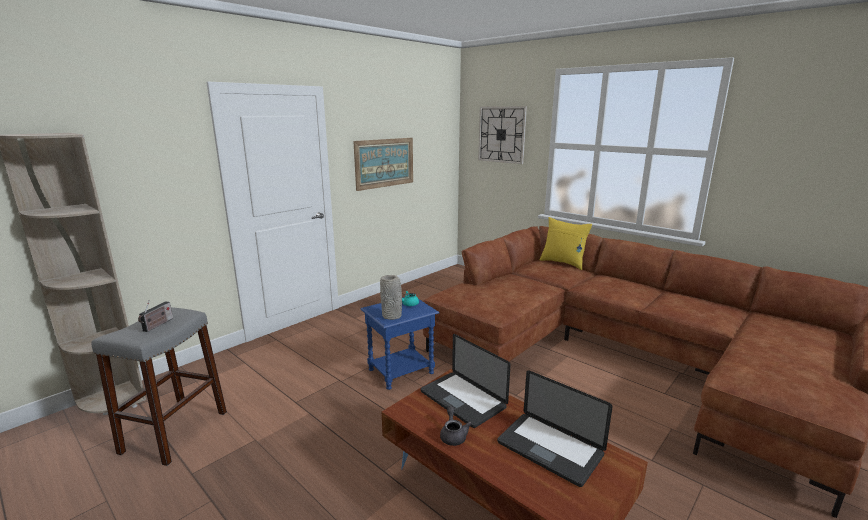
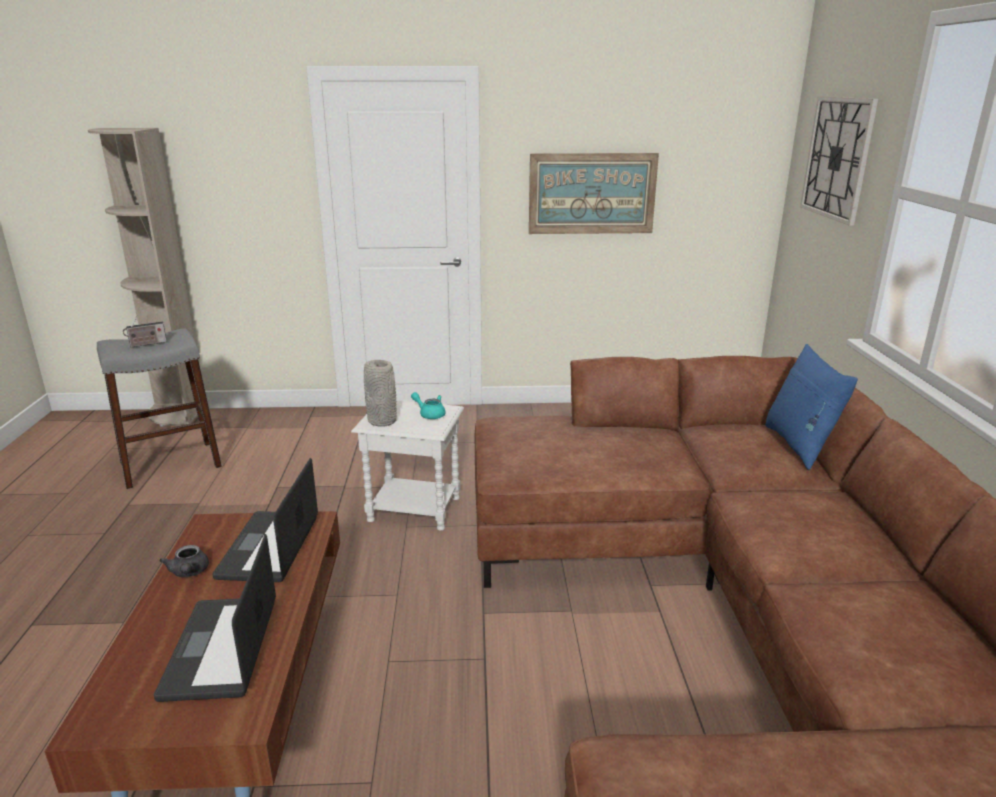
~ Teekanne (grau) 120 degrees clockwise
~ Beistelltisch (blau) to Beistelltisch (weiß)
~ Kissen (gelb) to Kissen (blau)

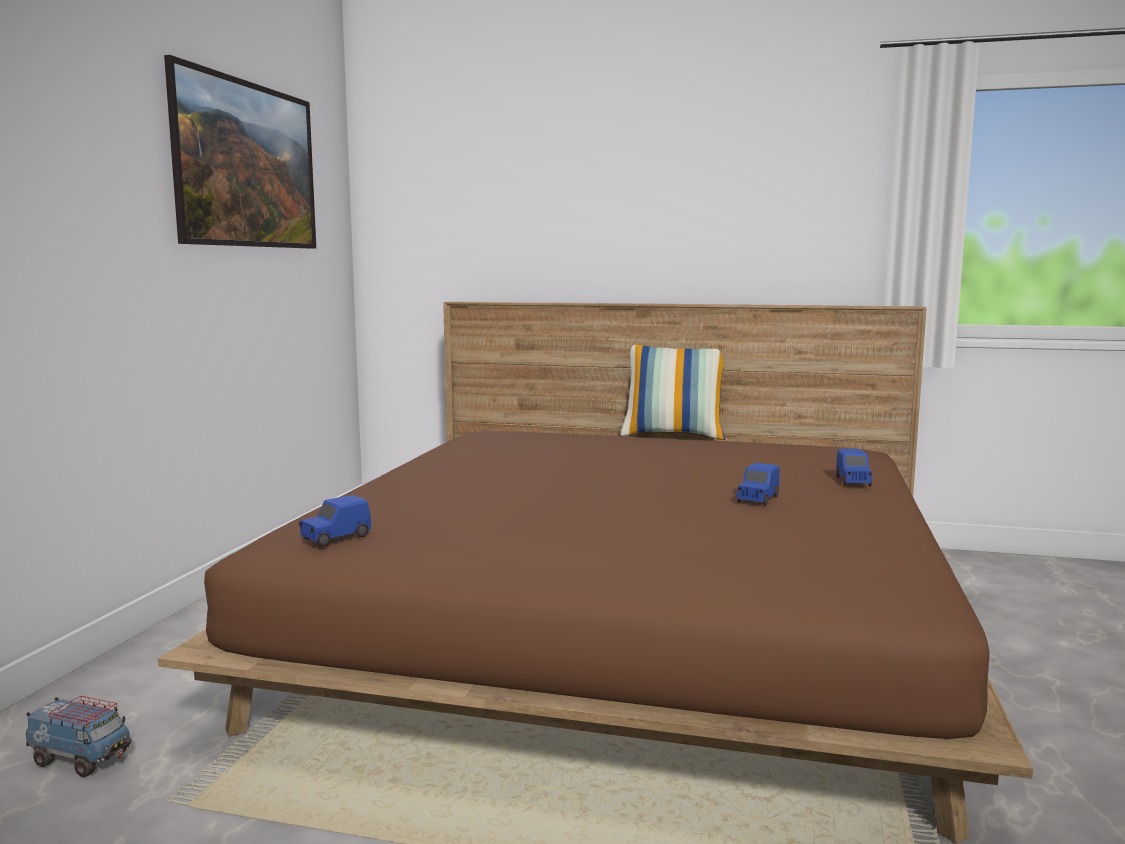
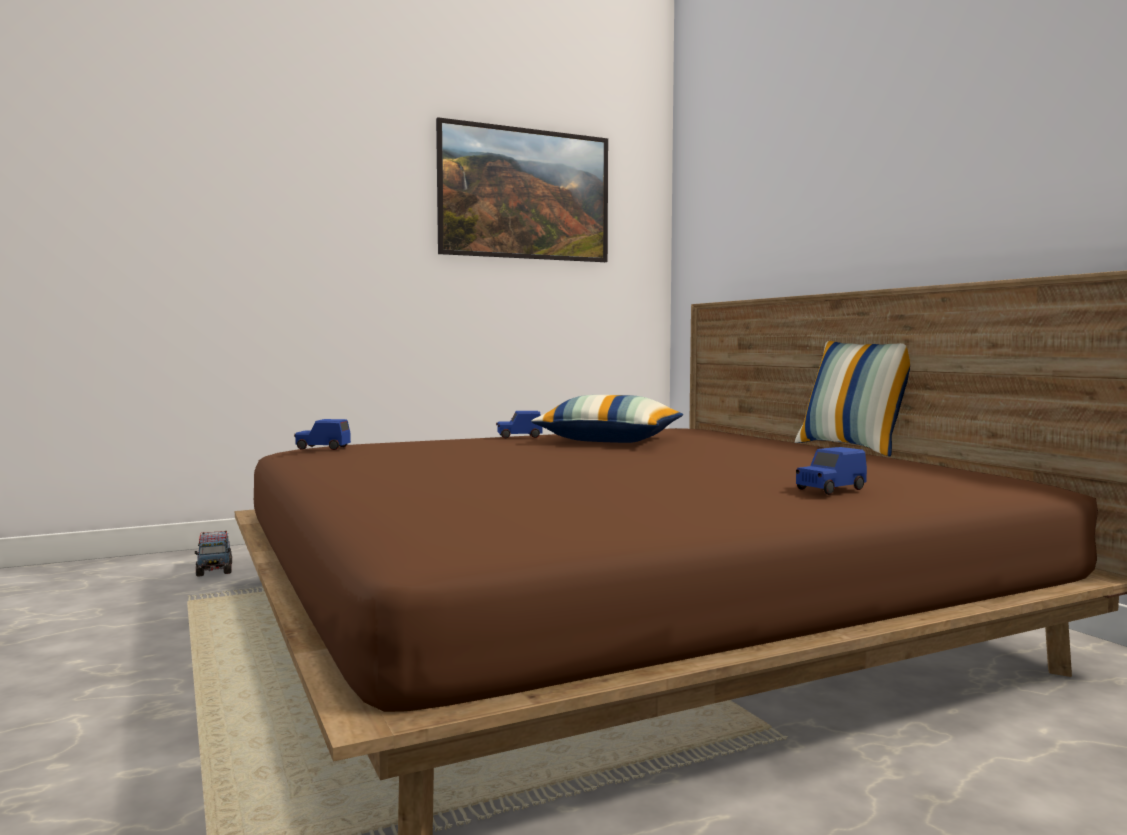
~ Spielzeugauto (blau) (2nd from left)
+ Kissen (1st from left)

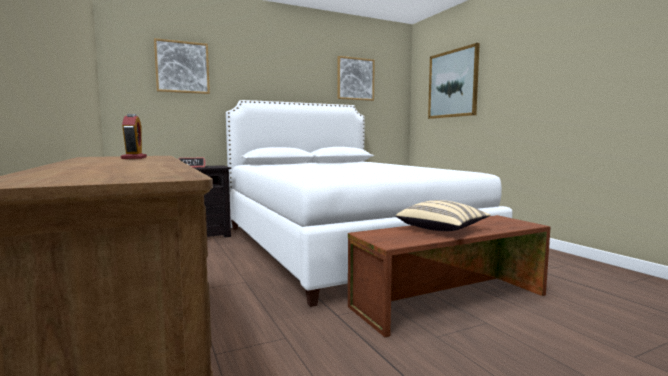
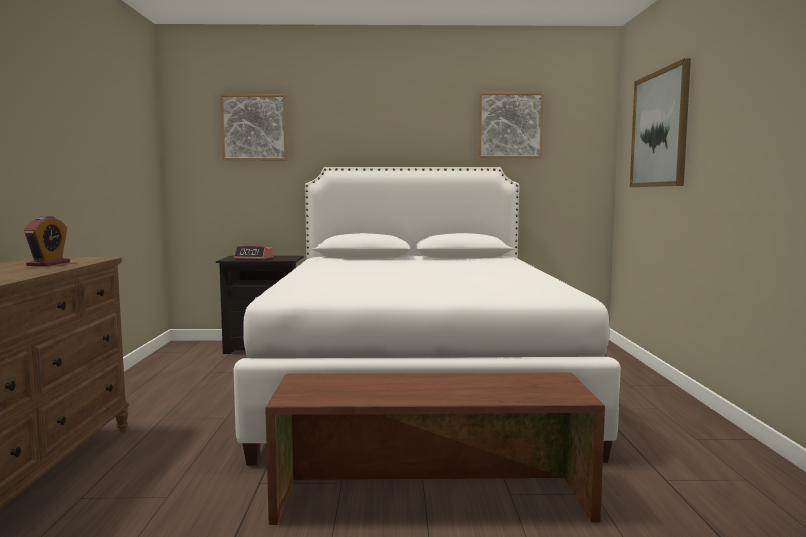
- Kissen (beige)

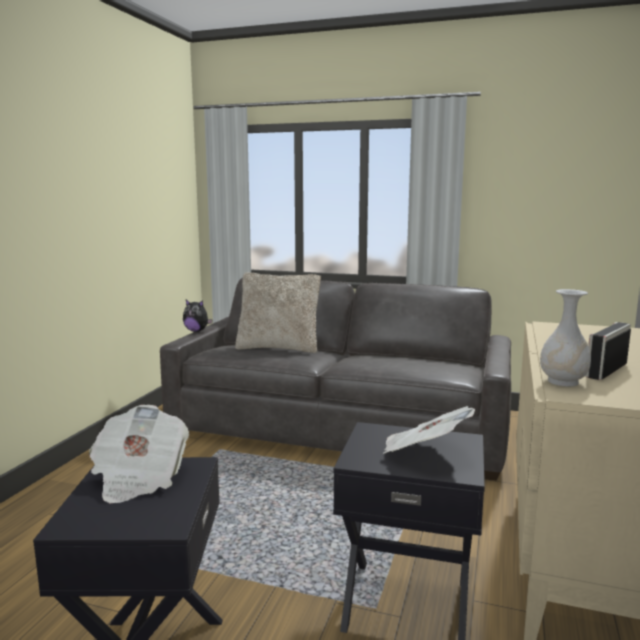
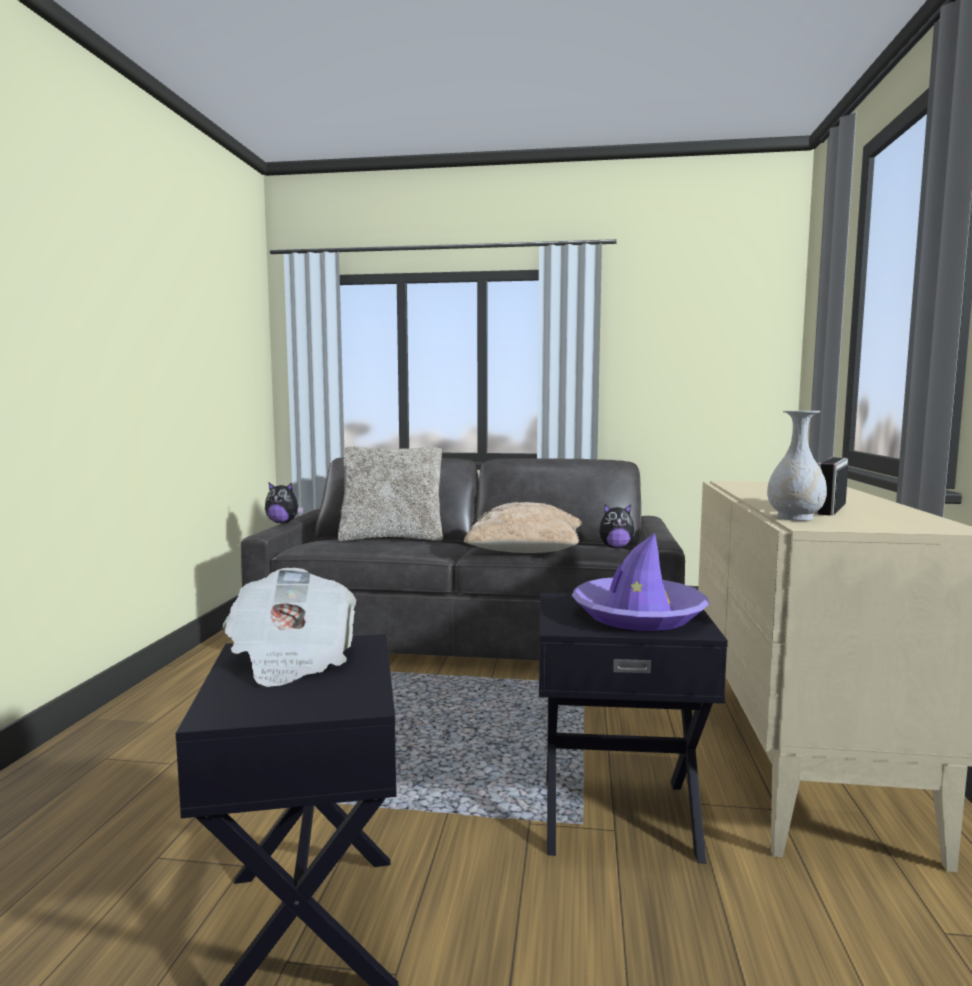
+ Kissen (beige) (2nd from left)
~ Zeitung (2nd from left) to Hut (lila)
+ Plüschtier (2nd from left)

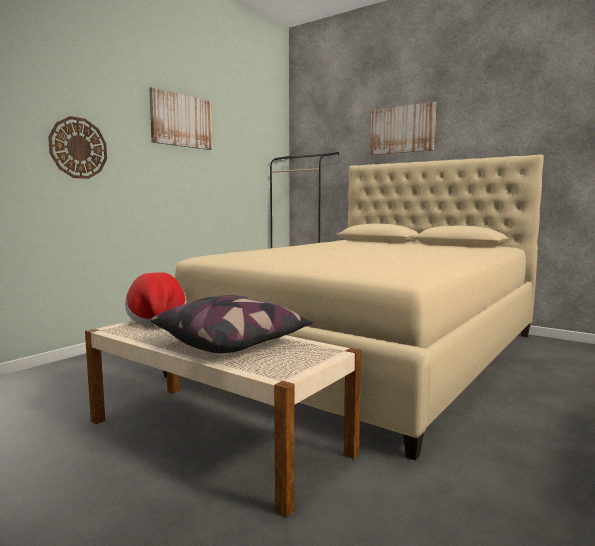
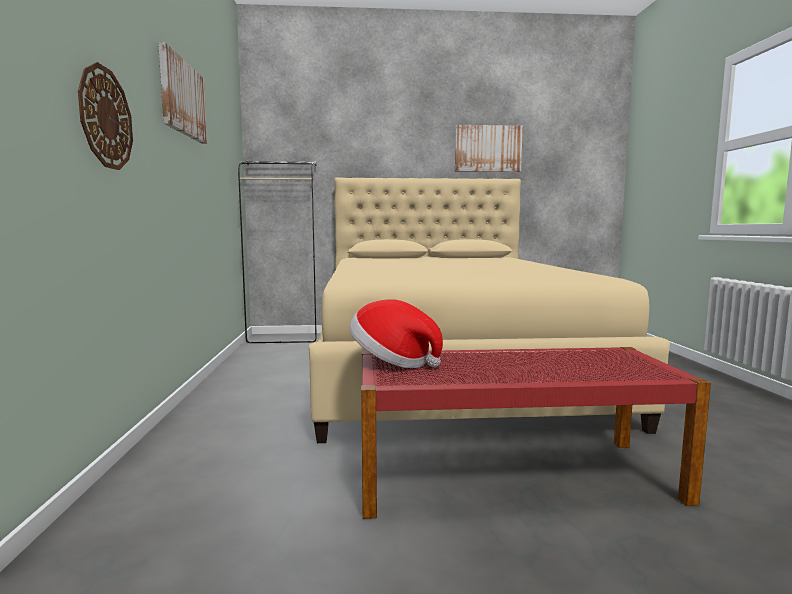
~ Bank (beige) to Bank (rot)
~ Bild (2nd from left)
- Kissen

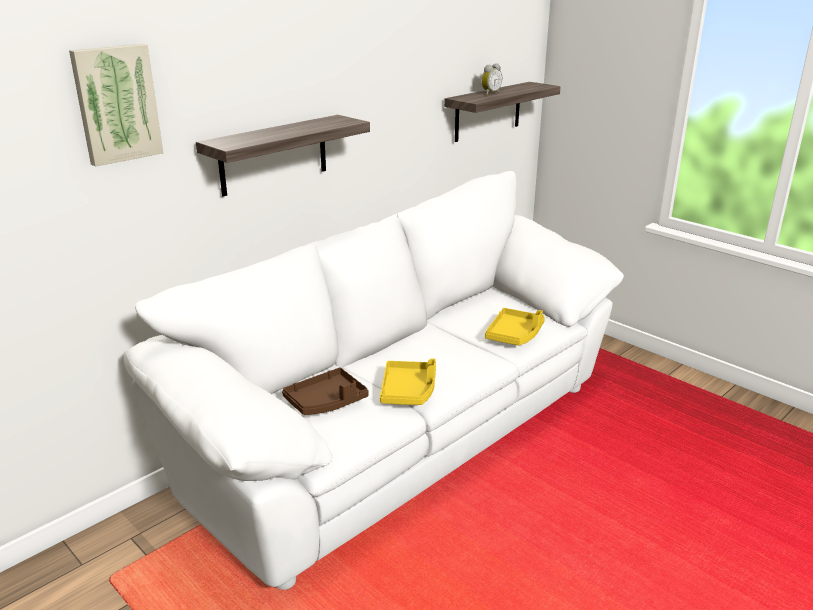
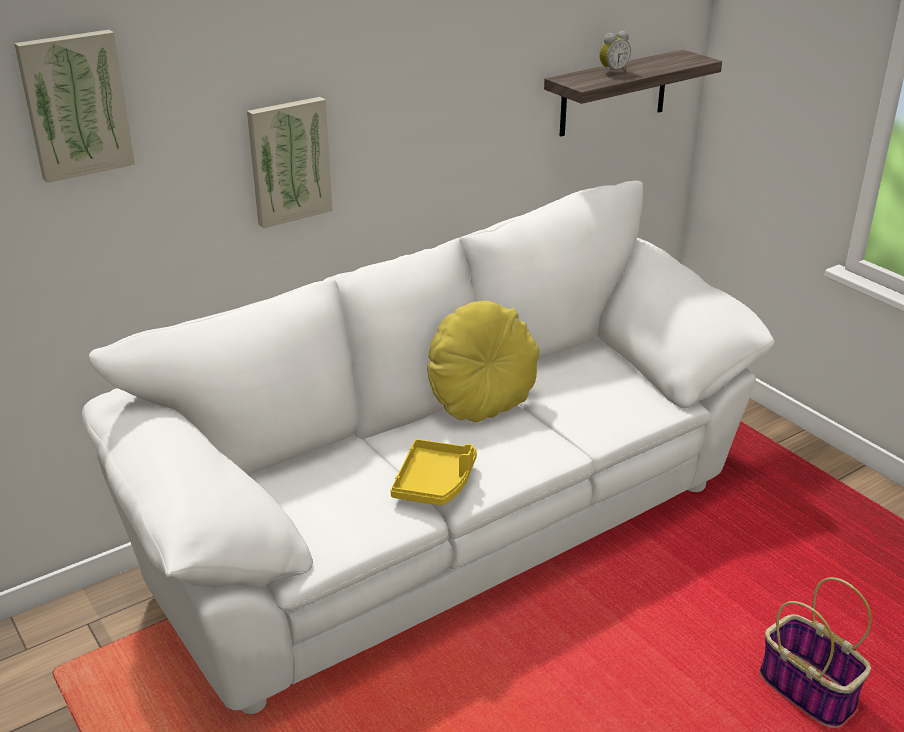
~ Wandregal (1st from left) to Bild (2nd from left)
+ Kissen (gelb)
+ Korb
- Tablett (braun)
- Tablett (gelb) (2nd from left)

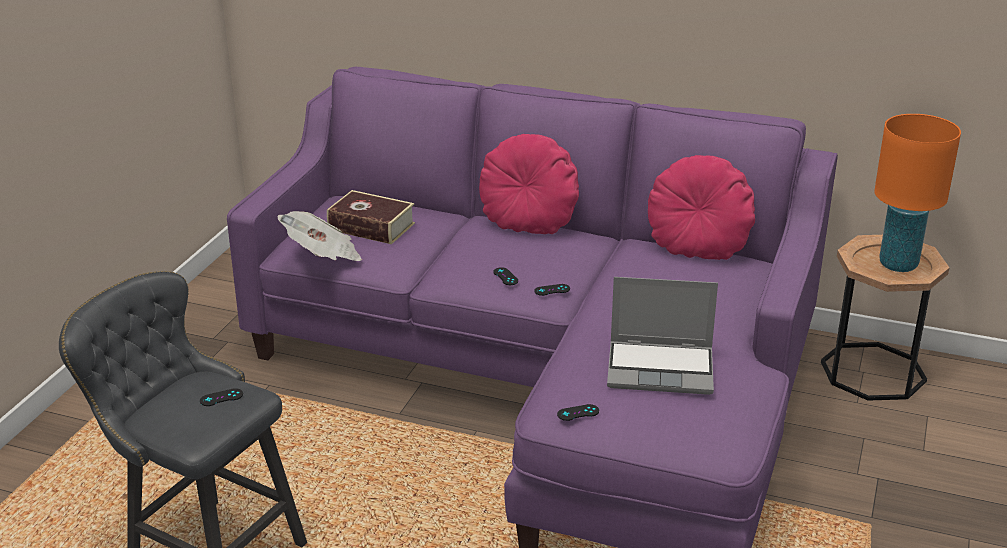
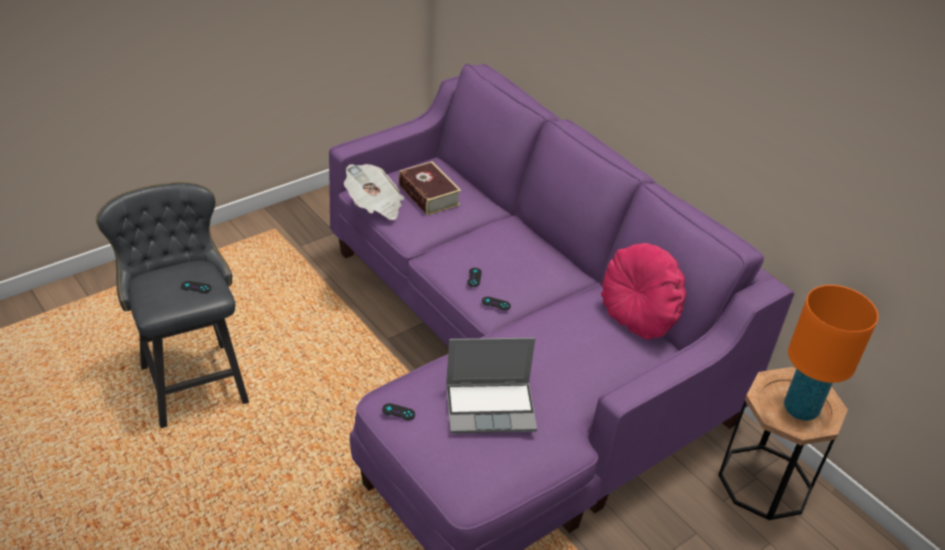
~ Laptop 45 degrees counterclockwise
- Kissen (rosa) (1st from left)

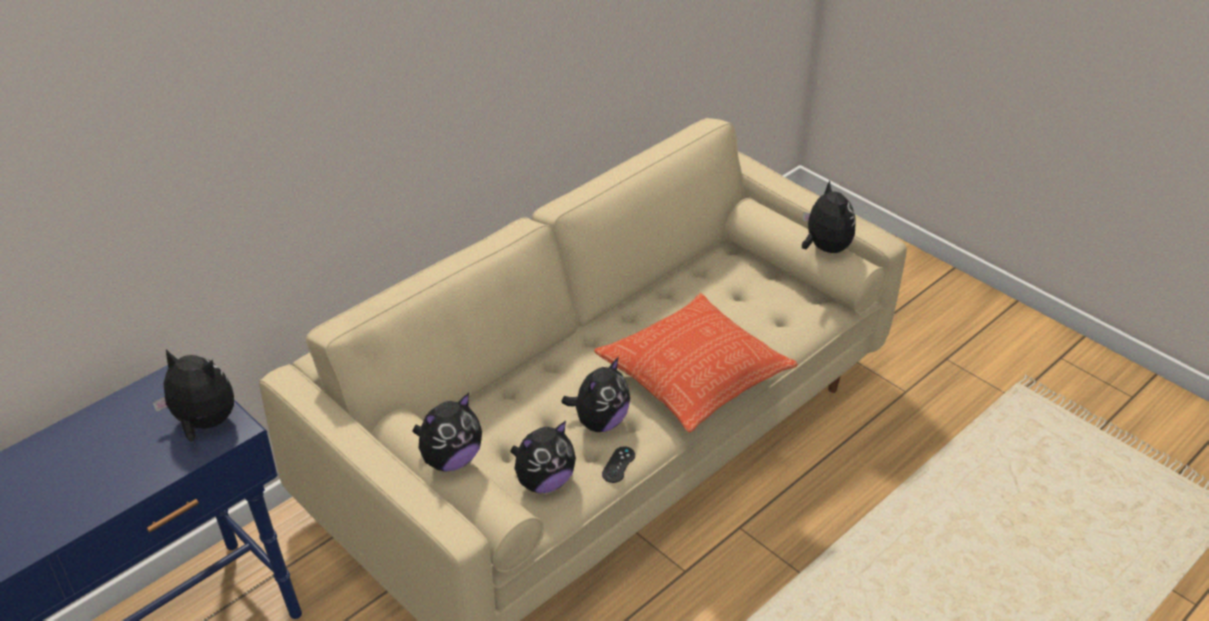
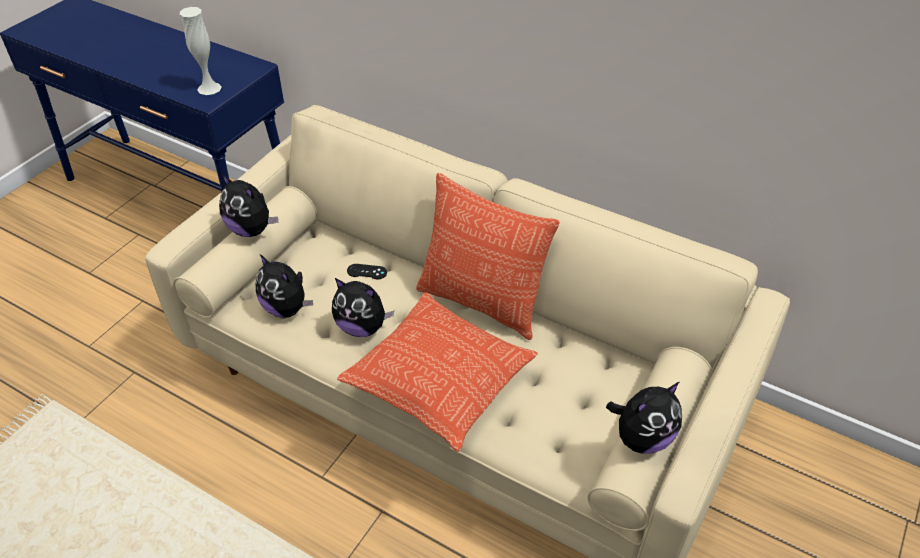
~ Plüschtier (1st from left) to Vase (weiß)
~ Gamepad (schwarz)
+ Kissen (orange) (2nd from left)

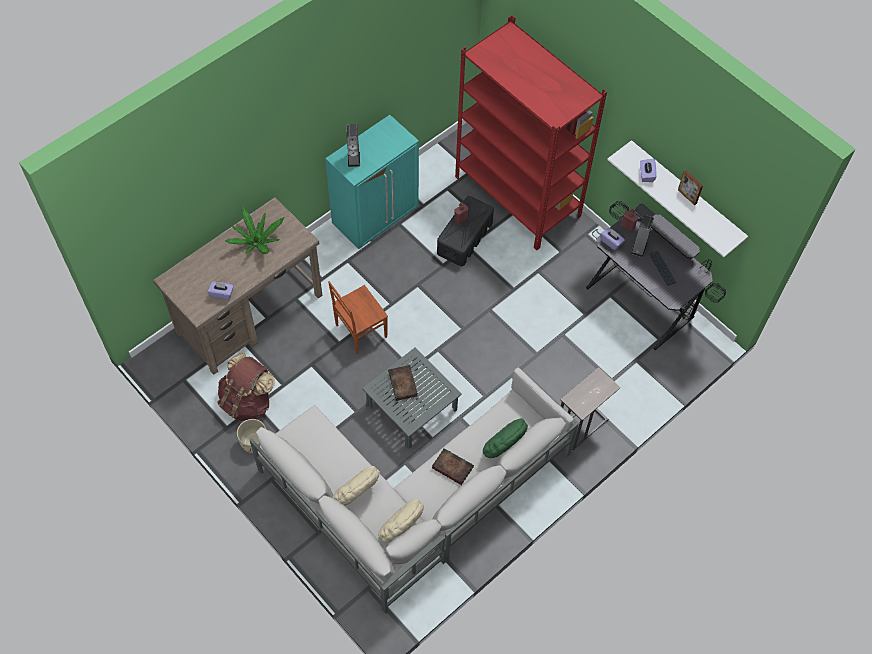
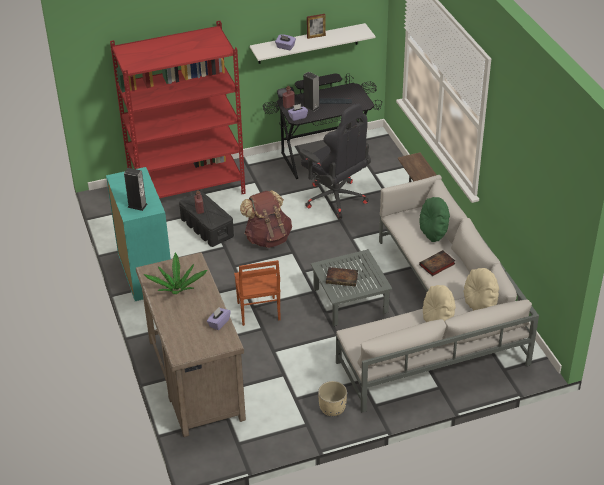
~ Rucksack (braun)
+ Bürostuhl (schwarz)

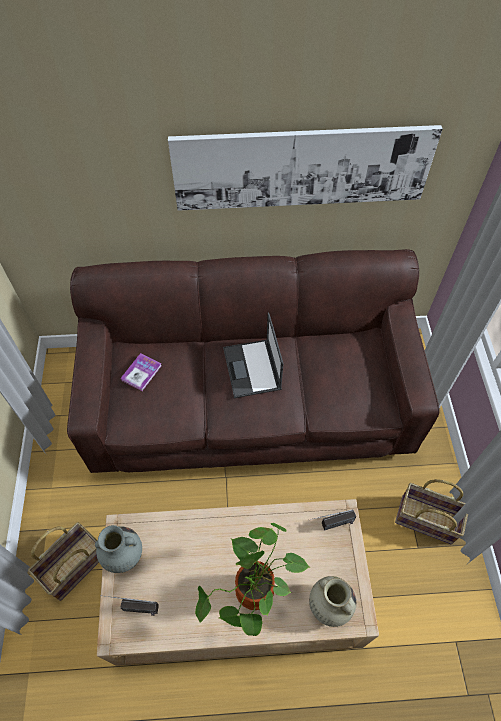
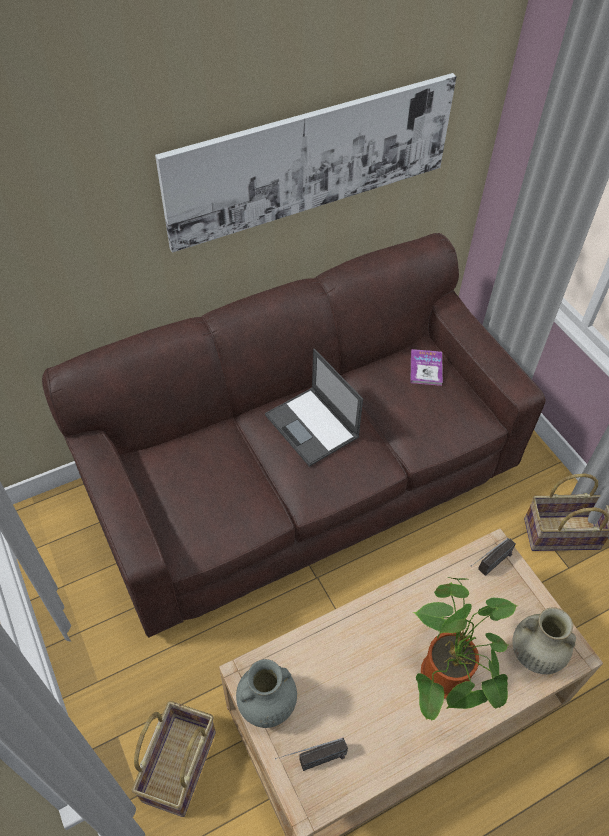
~ Buch

